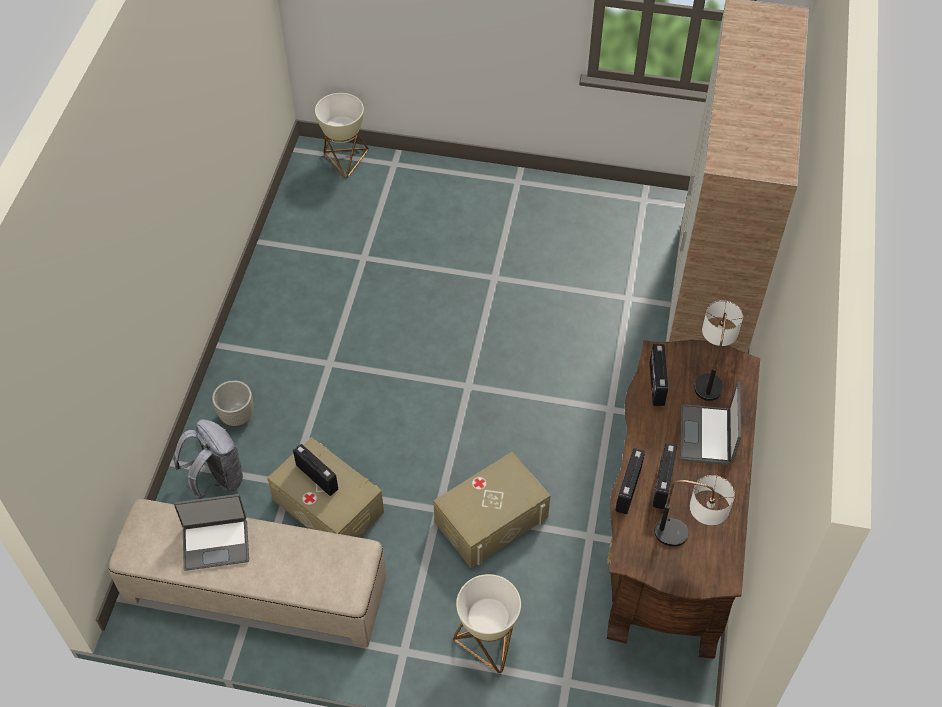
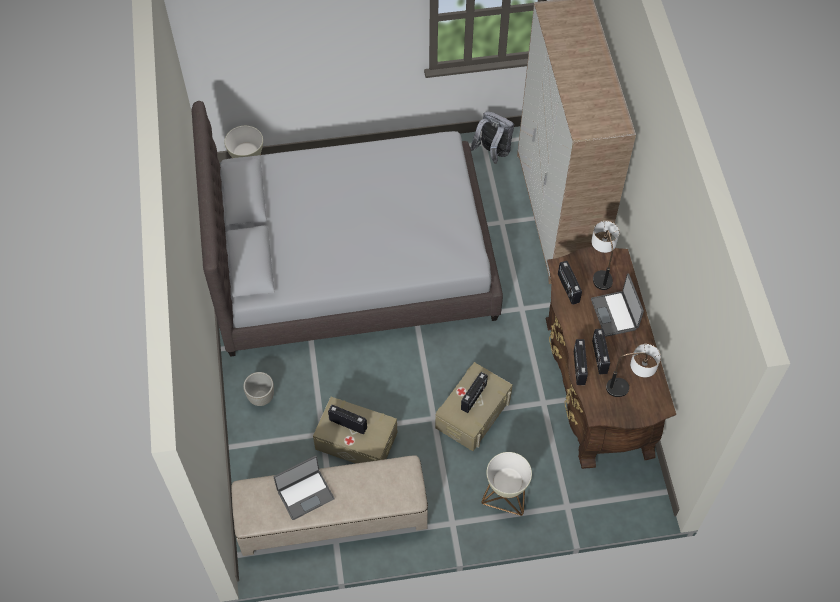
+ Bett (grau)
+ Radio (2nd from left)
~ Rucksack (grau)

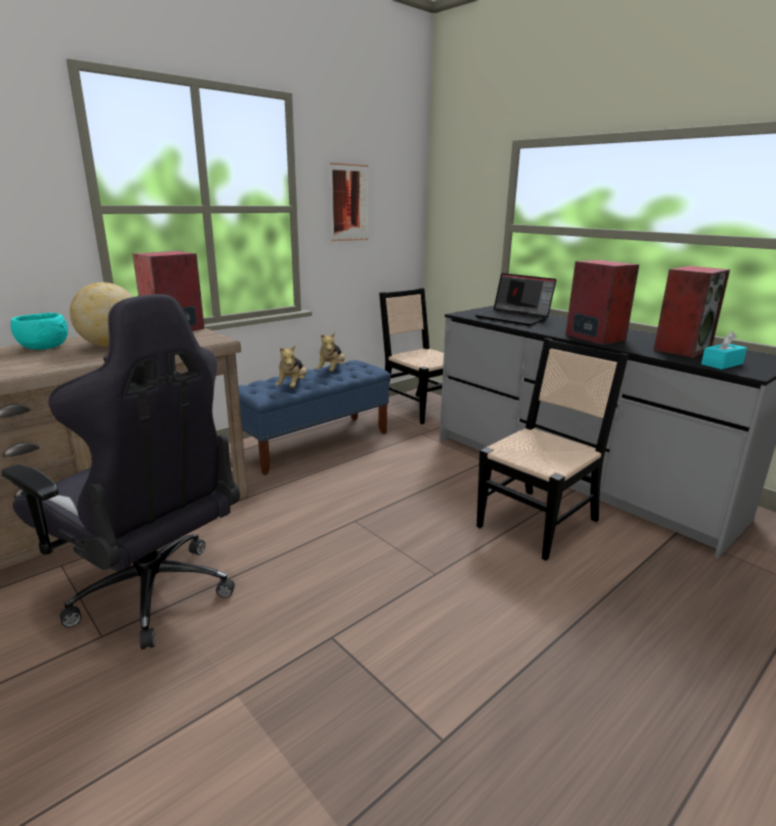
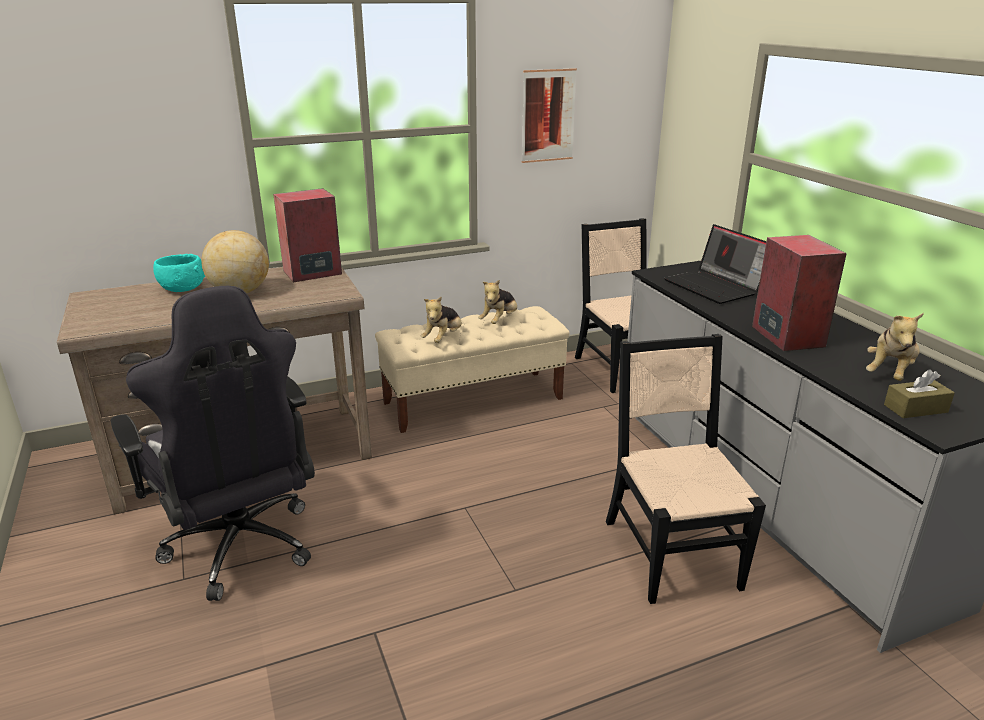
~ Bank (blau) to Bank (beige)
~ Stuhl (2nd from left) 75 degrees counterclockwise
~ Lautsprecher (3rd from left) to Plüschtier (3rd from left)
~ Taschentuchbox (türkis) to Taschentuchbox (braun)

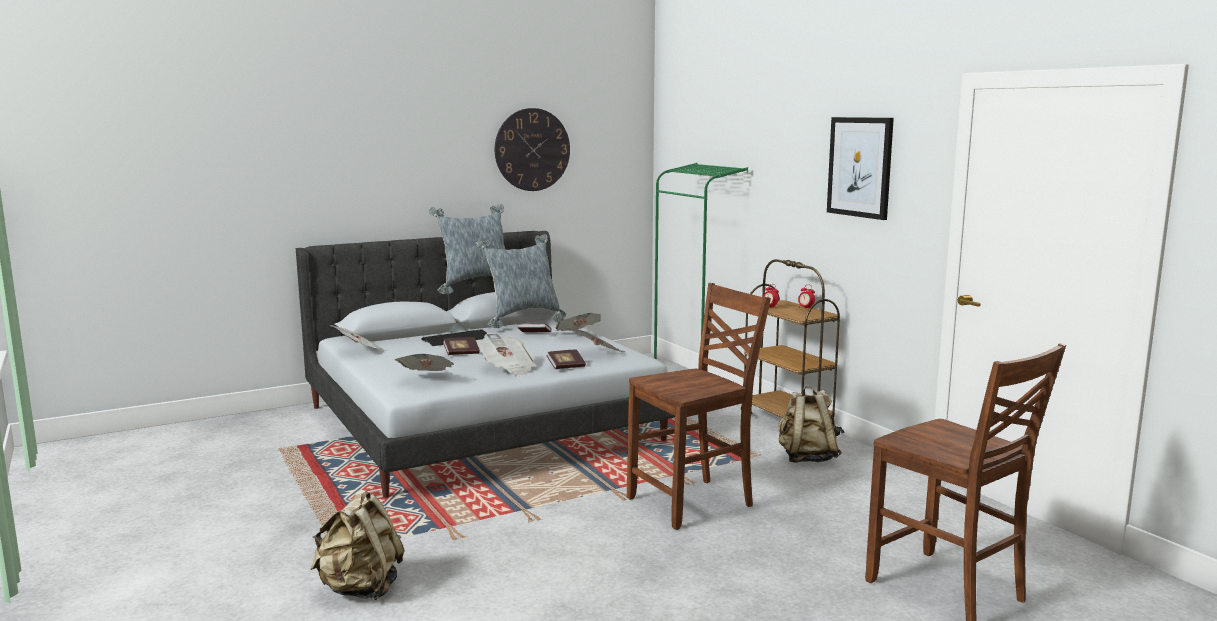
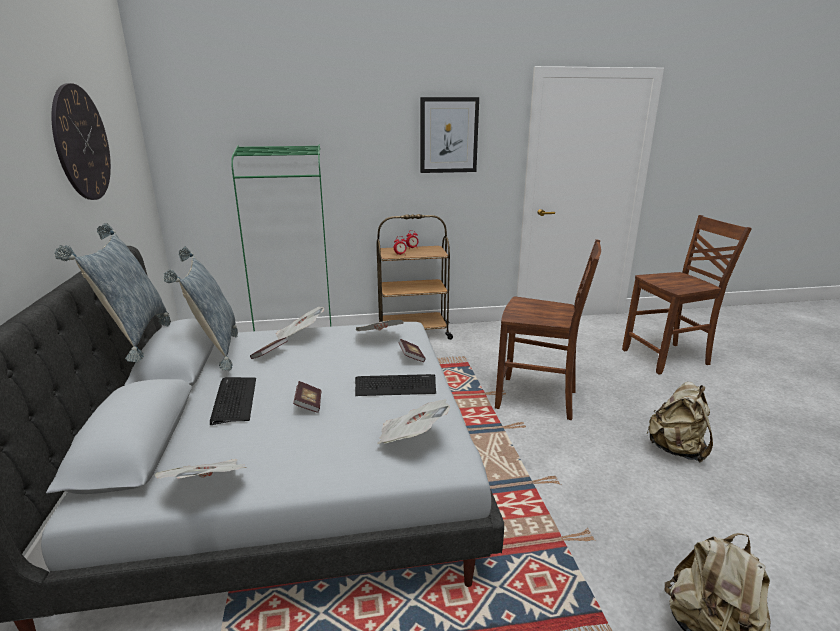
~ Zeitung (3rd from left) to Tastatur (2nd from left)
~ Stuhl (braun) (1st from left) 120 degrees clockwise
~ Rucksack (beige) (2nd from left in the first image) to Rucksack (beige) (1st from left)

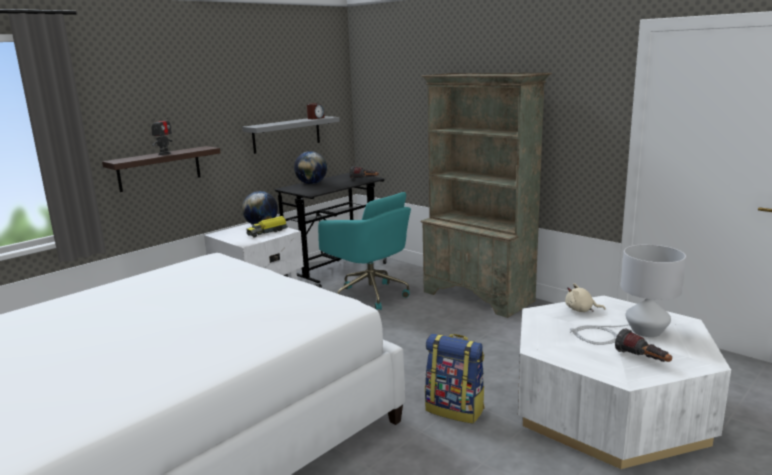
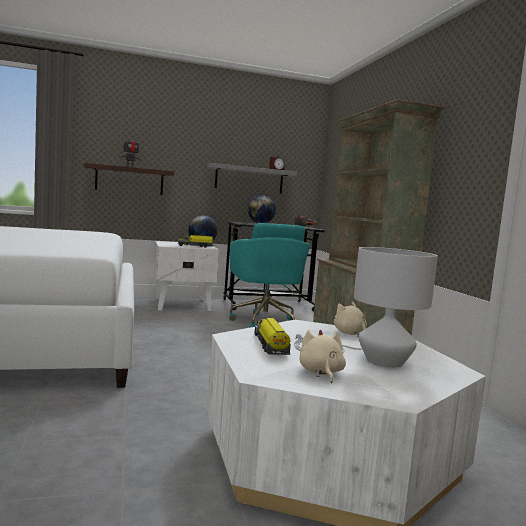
+ Spielzeuglaster (2nd from left)
~ Taschenlampe (2nd from left) to Plüschtier (beige) (1st from left)
- Rucksack

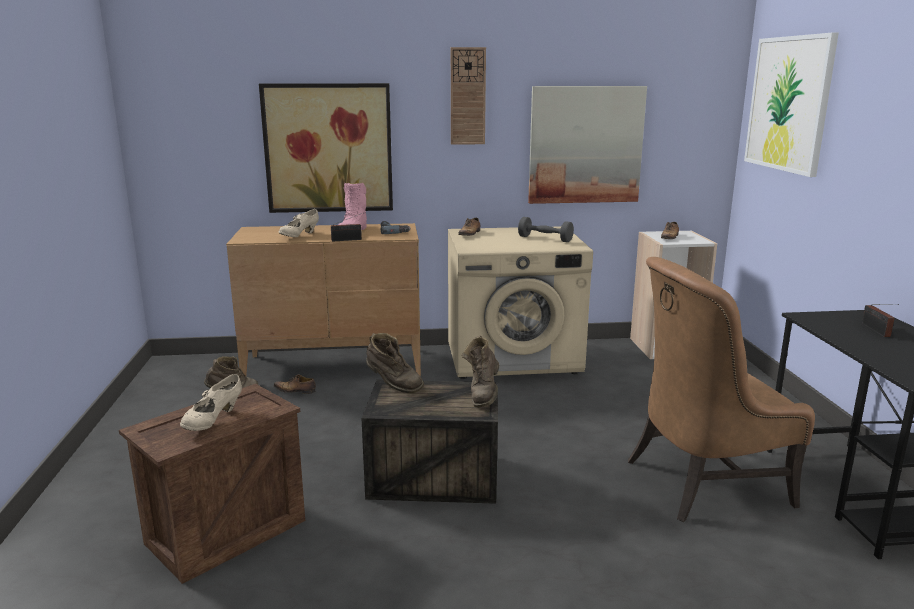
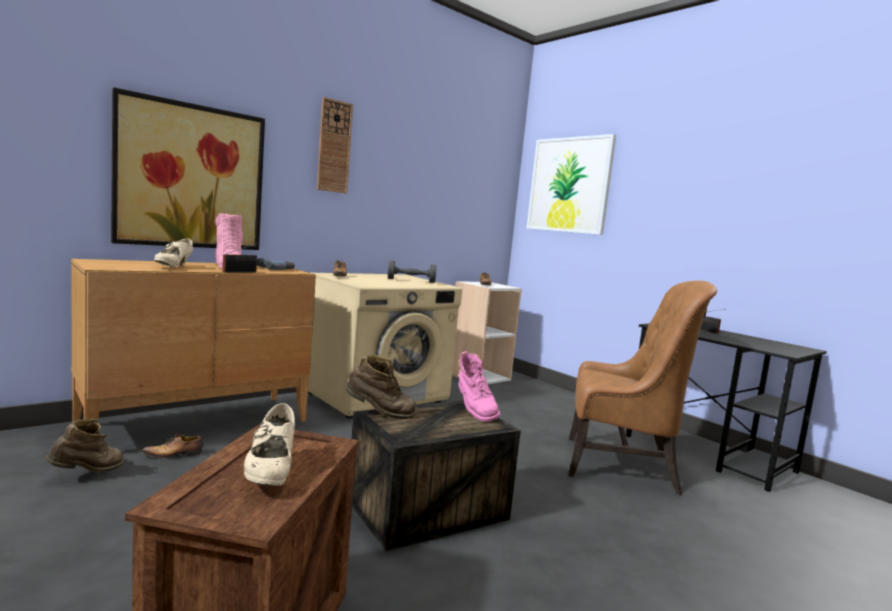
~ Stiefel (braun) (3rd from left) to Stiefel (rosa) (2nd from left)
~ Stuhl (braun) 120 degrees counterclockwise
- Bild (2nd from left)

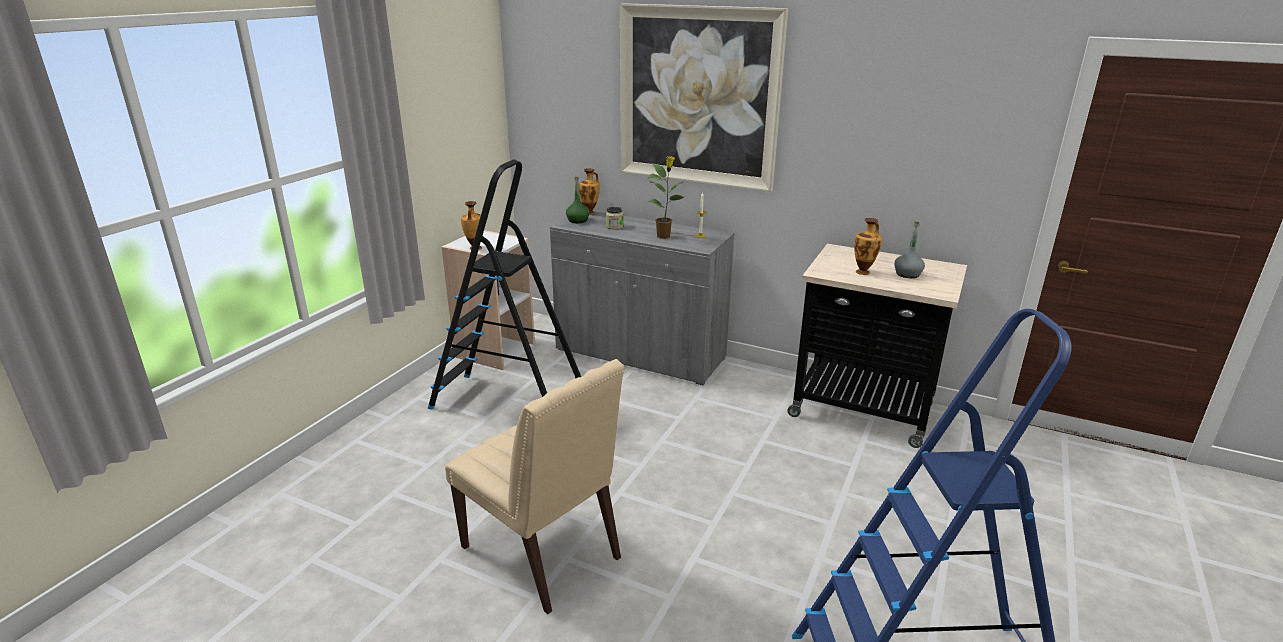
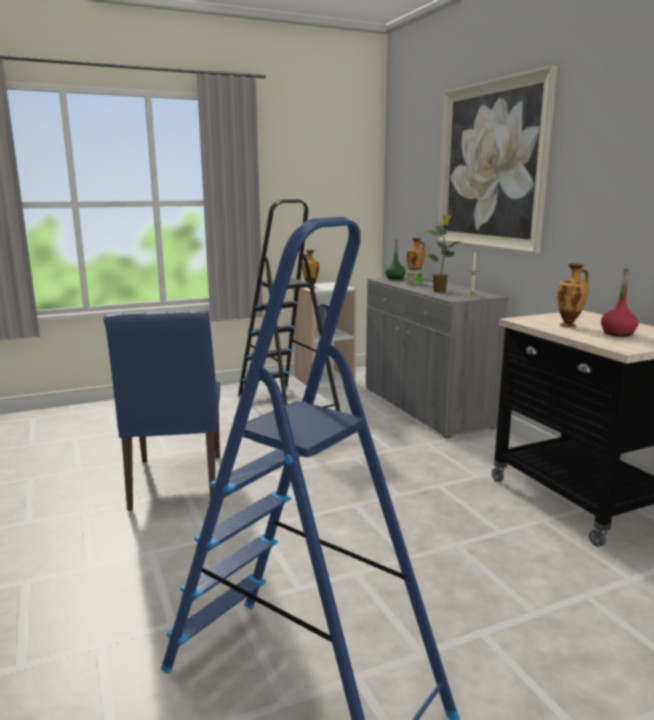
~ Stuhl (beige) to Stuhl (blau)
~ Flasche (grau) to Flasche (rot)

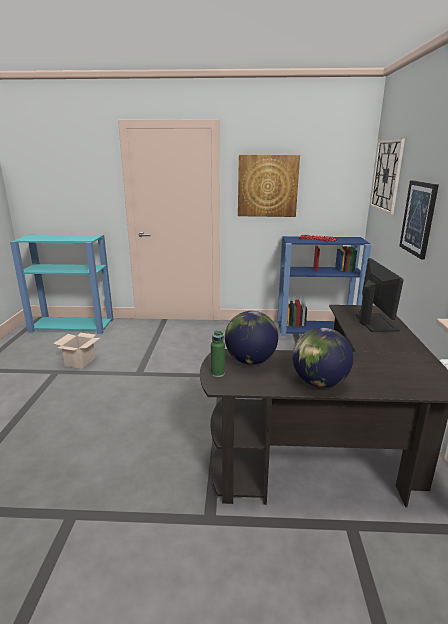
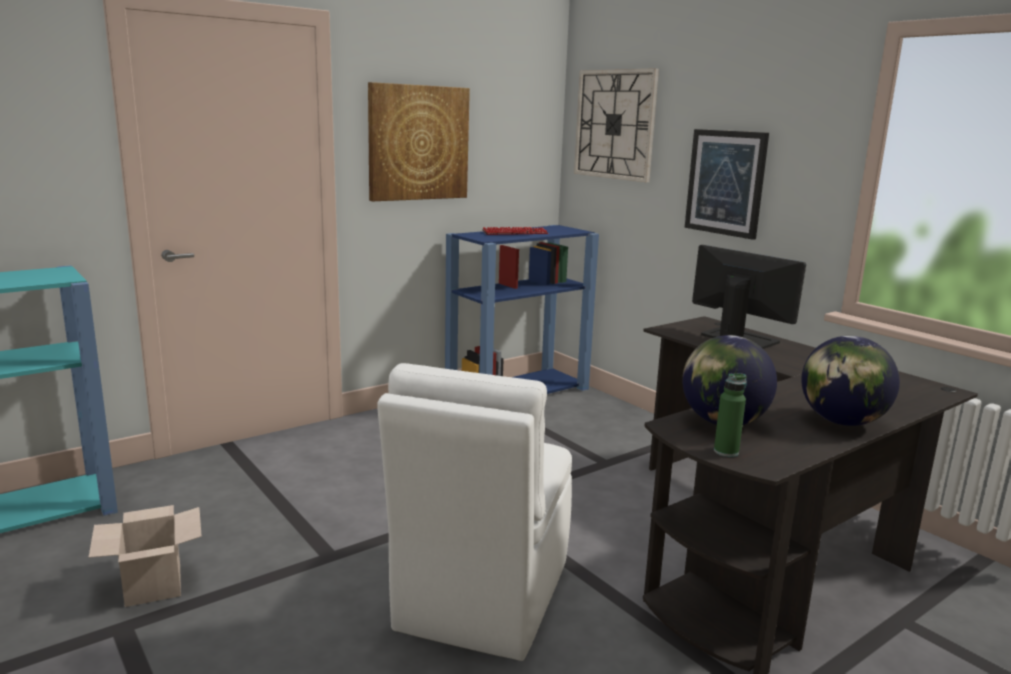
+ Stuhl (weiß)

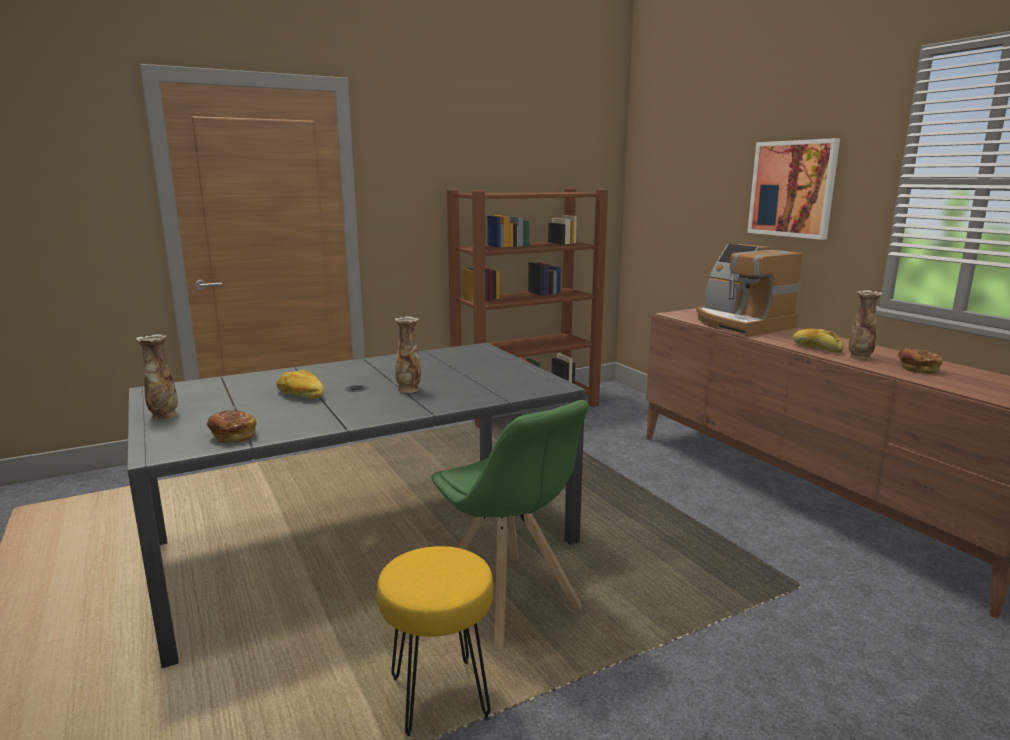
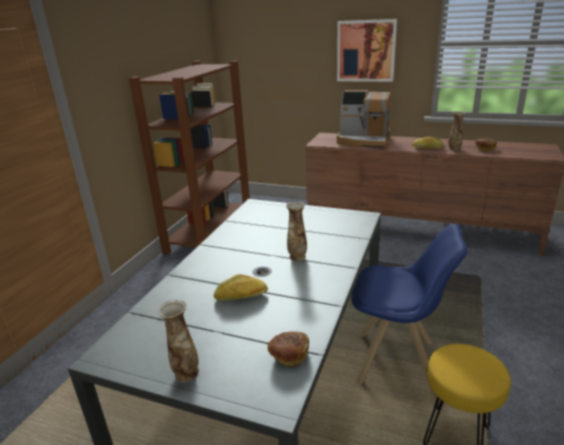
~ Stuhl (grün) to Stuhl (blau)

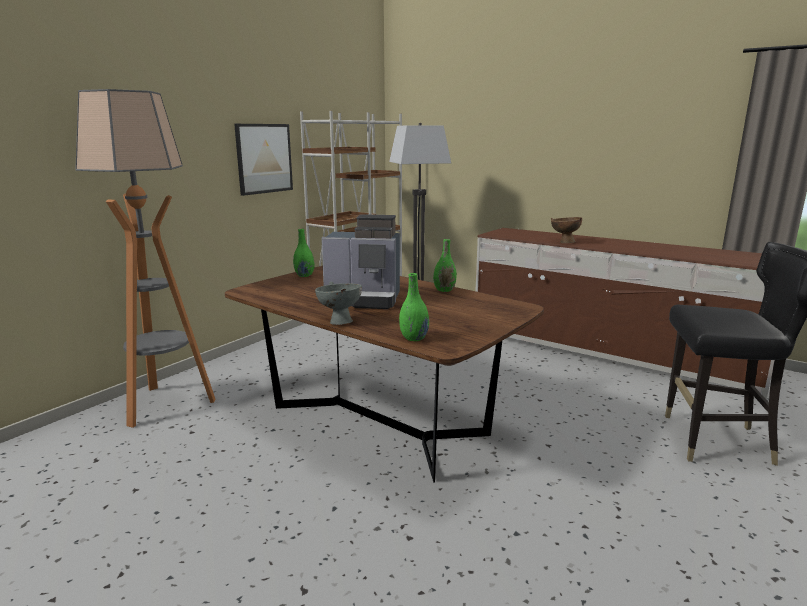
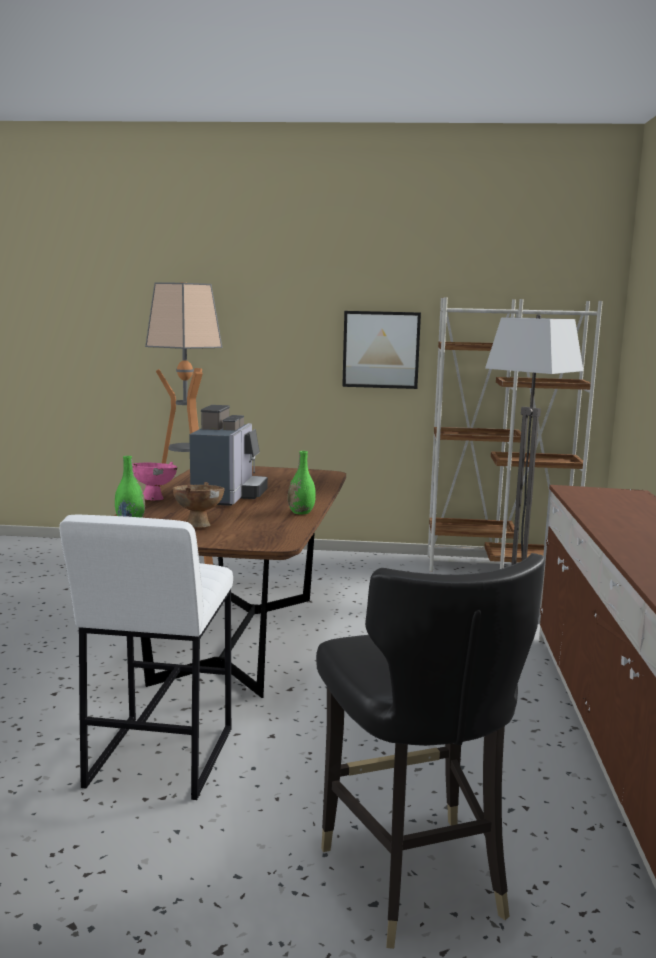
+ Hocker (weiß)
~ Schüssel (grau) to Schüssel (rosa)
~ Schüssel (braun)
~ Kaffeemaschine 150 degrees counterclockwise
- Vase (grün) (1st from left)

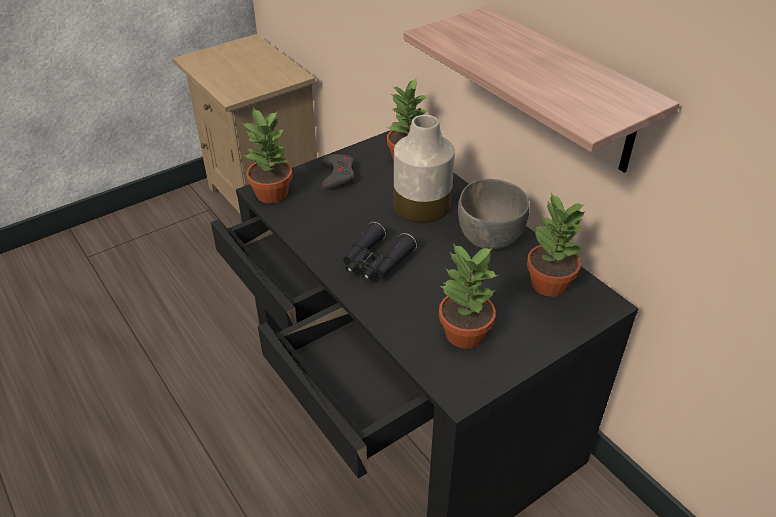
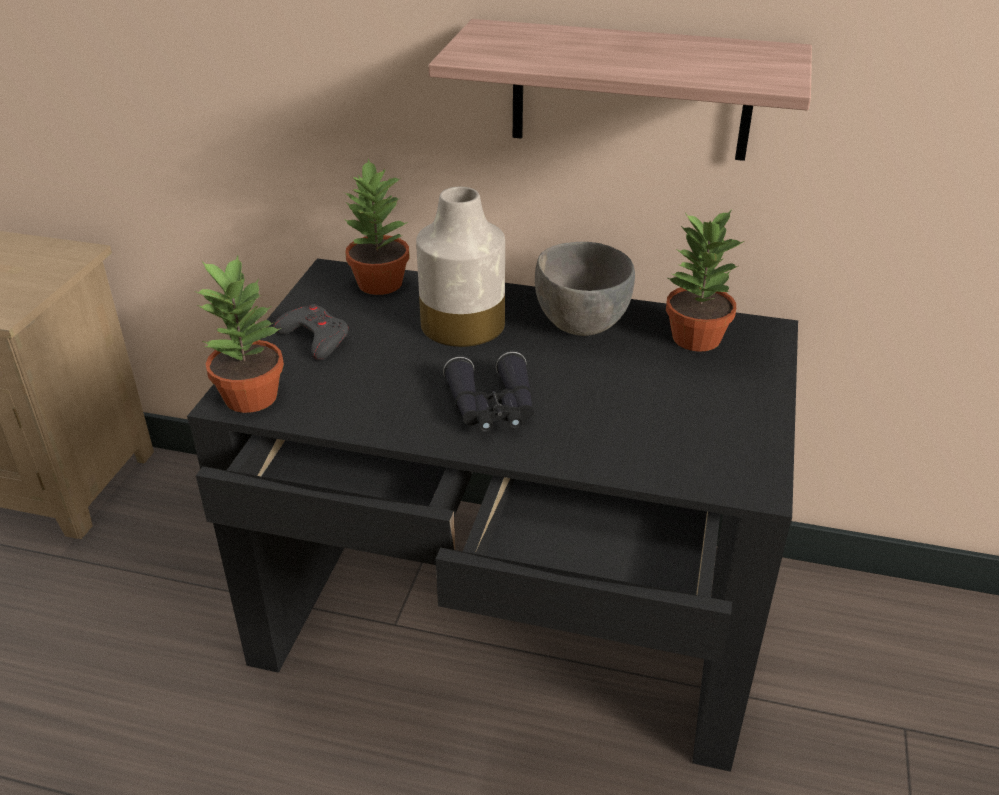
- Topfpflanze (3rd from left)

